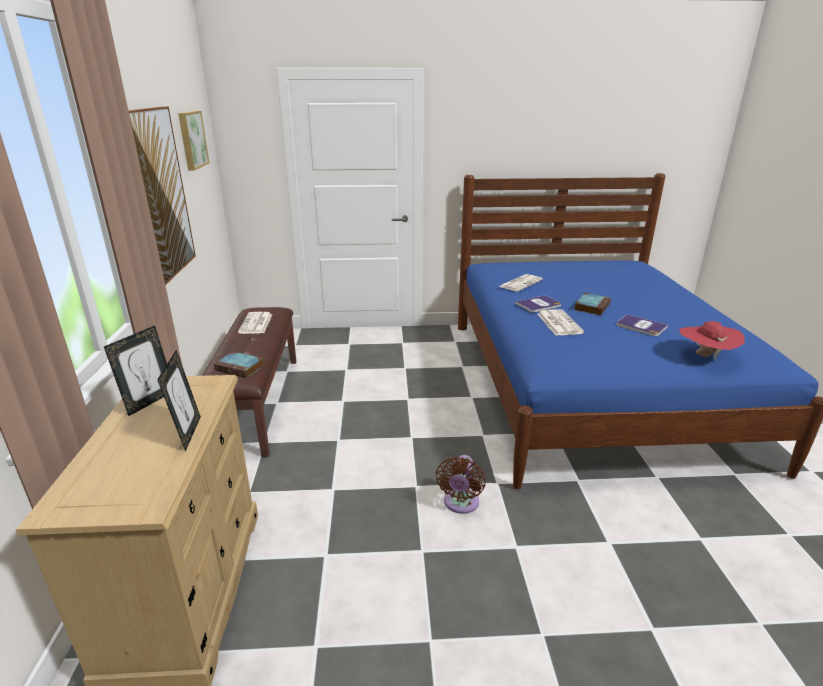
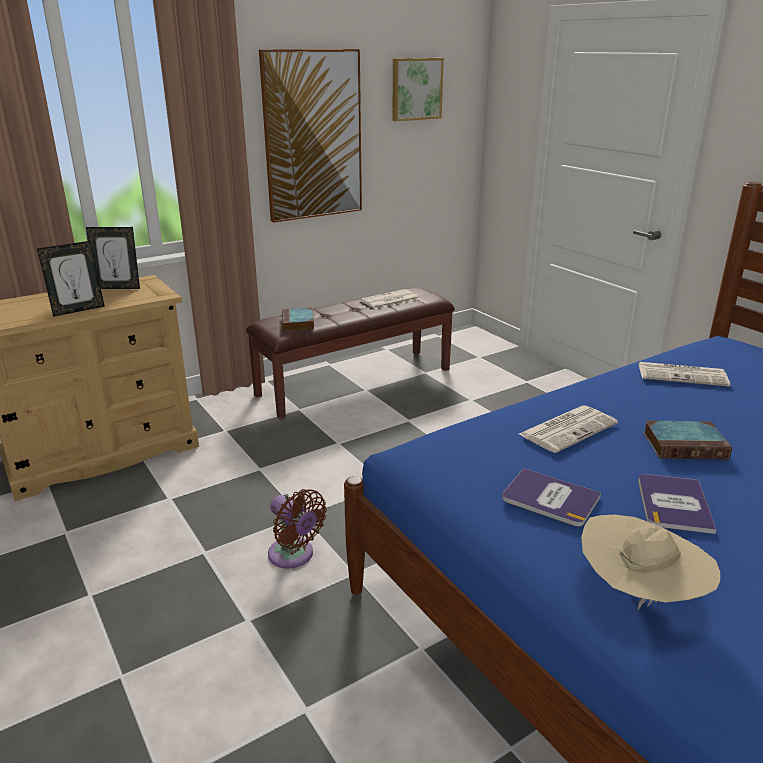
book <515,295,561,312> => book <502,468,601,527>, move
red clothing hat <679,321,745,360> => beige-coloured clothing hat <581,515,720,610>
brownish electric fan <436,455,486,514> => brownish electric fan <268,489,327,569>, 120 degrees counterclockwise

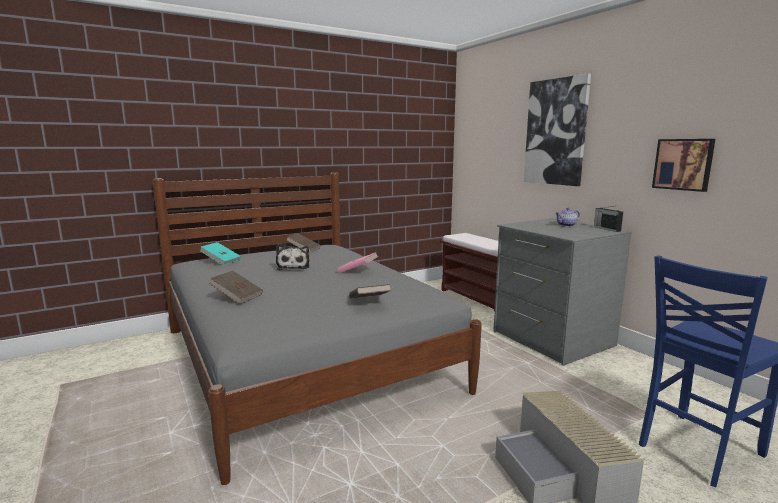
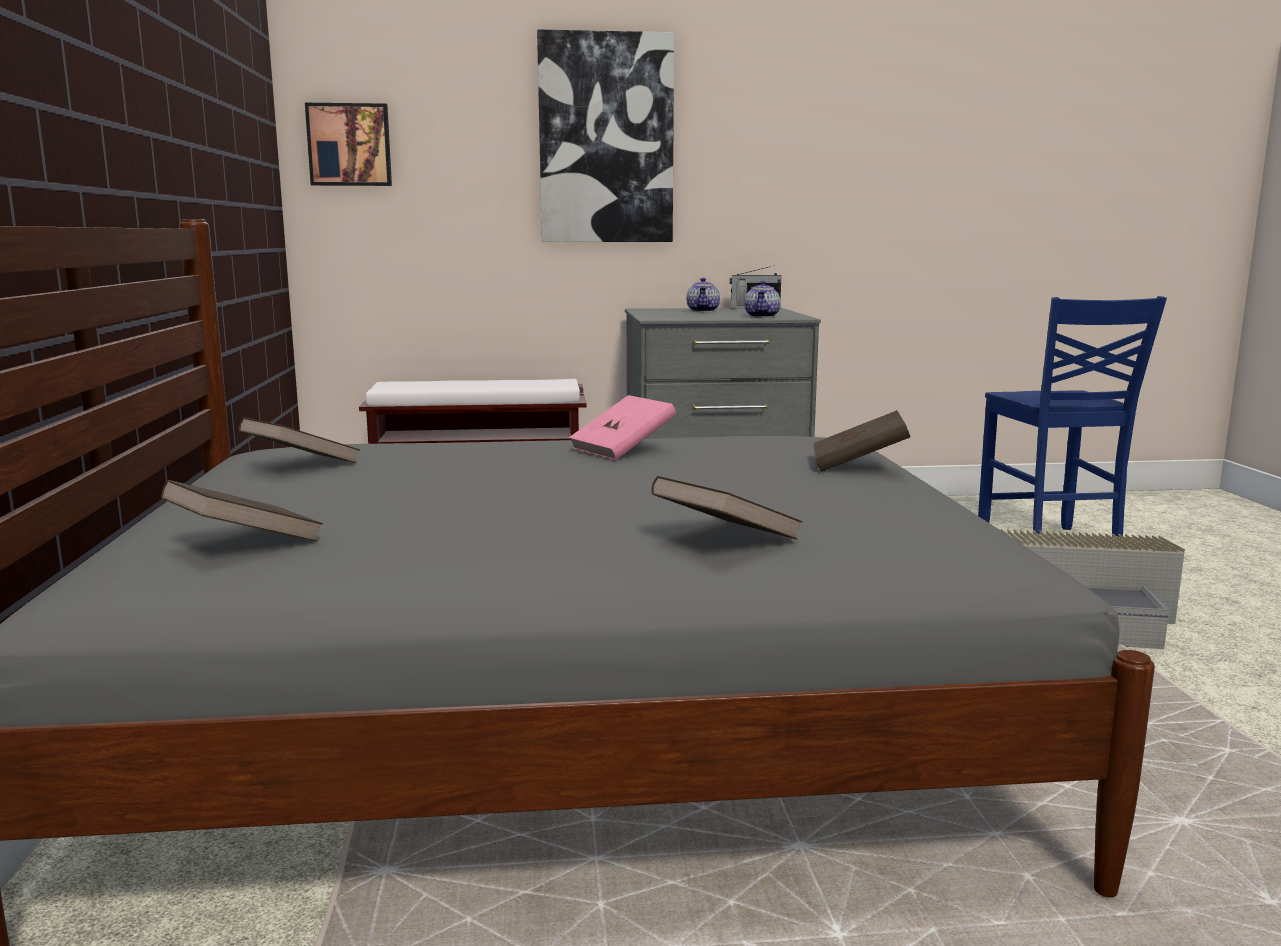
wall picture <652,139,715,192> => wall picture <305,103,392,186>, move
turquoise-coloured book <200,242,241,266> => brownish book <161,480,323,542>
plush toy <276,244,309,271> => nothing
nothing => teapot <744,281,780,318>

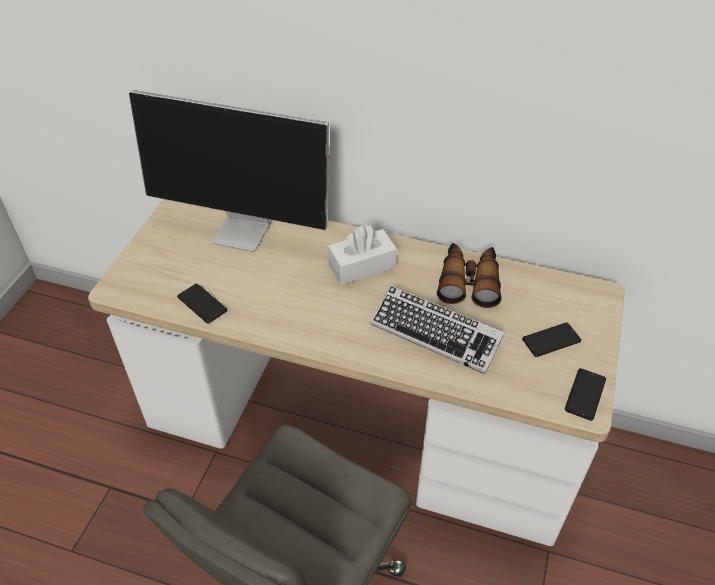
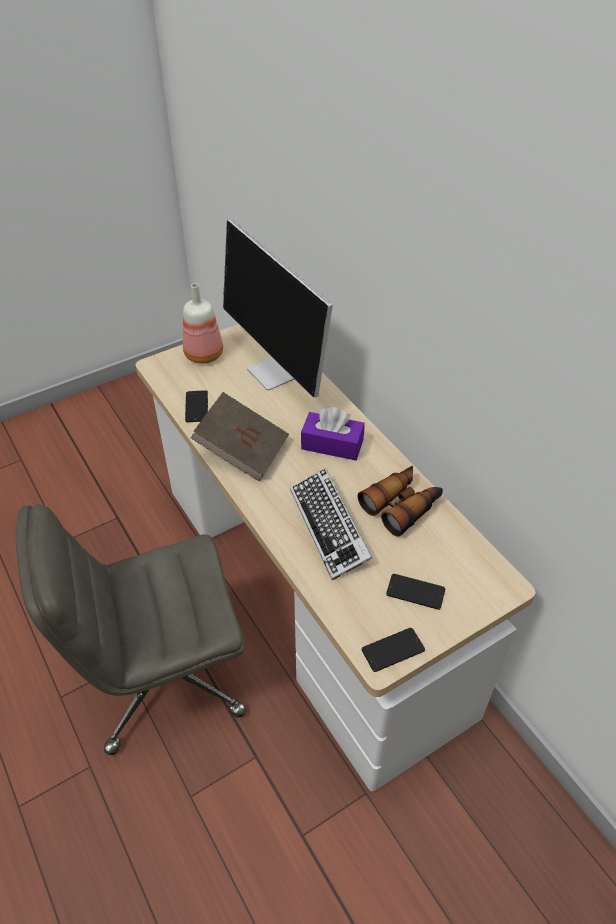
whitish tissue holder <328,225,397,285> => purple tissue holder <301,407,365,461>
nothing => bottle <183,283,223,364>
nothing => brownish book <191,392,289,482>

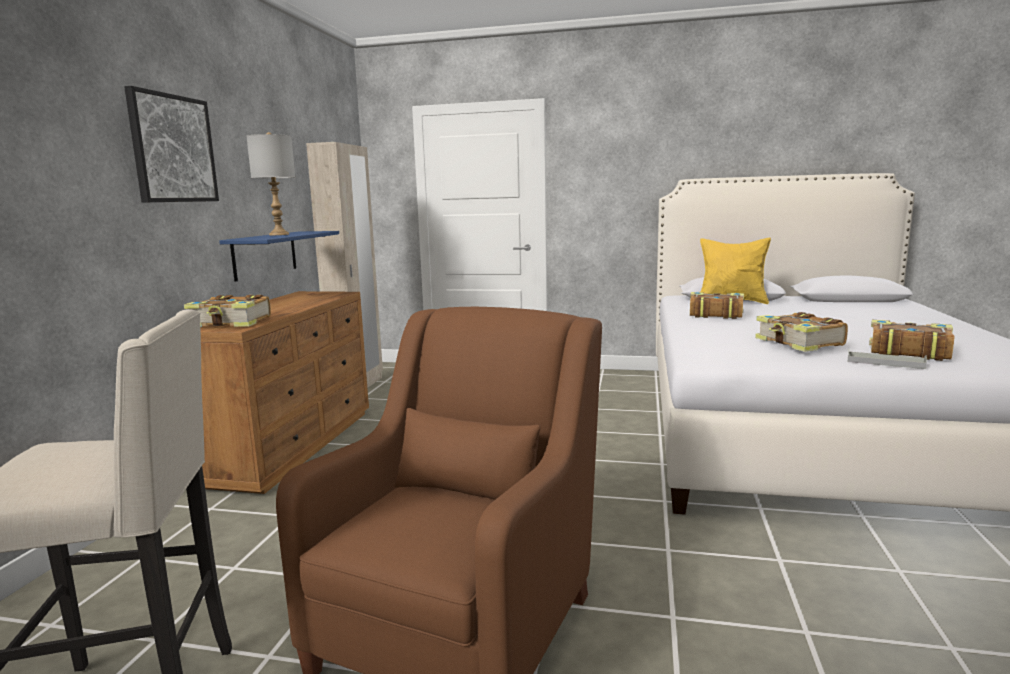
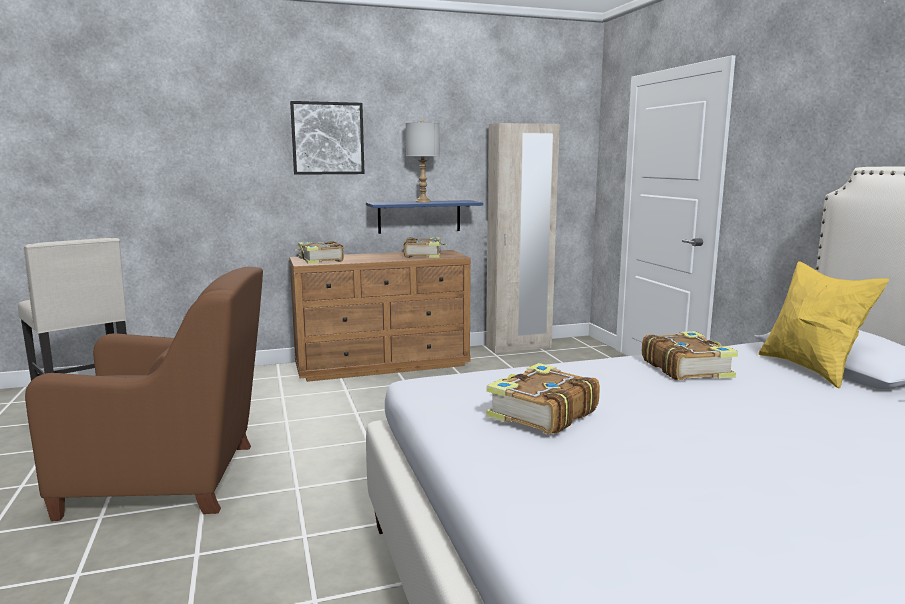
book <869,320,954,361> => book <403,237,448,258>, move
gray carrying tray <847,351,927,369> => nothing

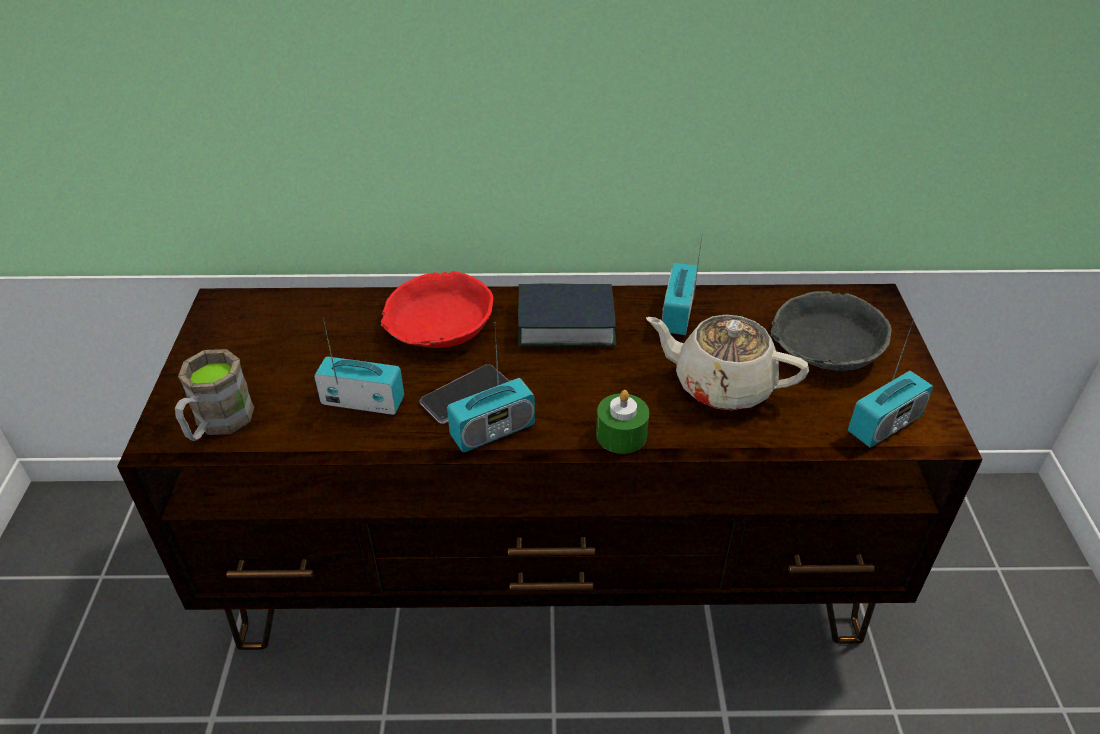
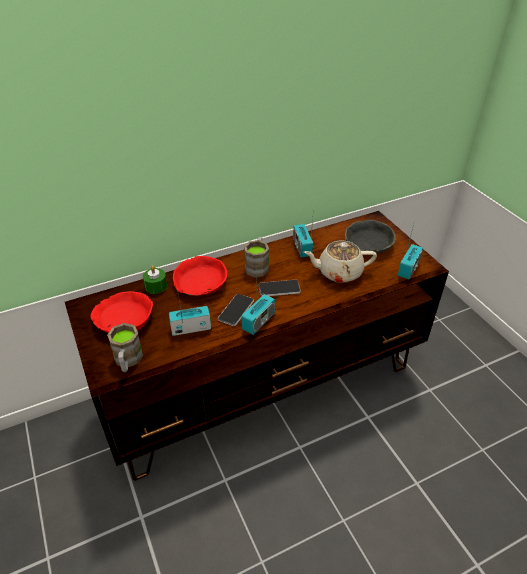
book <518,284,616,347> => brownish mug <244,237,269,278>
green-coloured candle <596,390,649,454> => green-coloured candle <143,266,167,294>, move
nothing => phone <259,280,301,296>
nothing => red serving bowl <90,291,153,333>

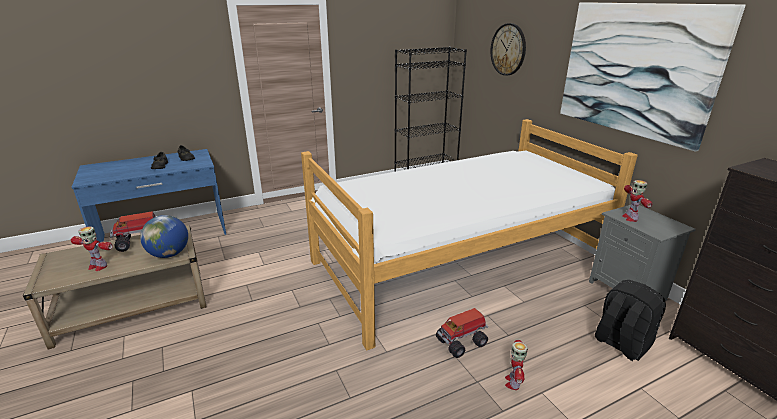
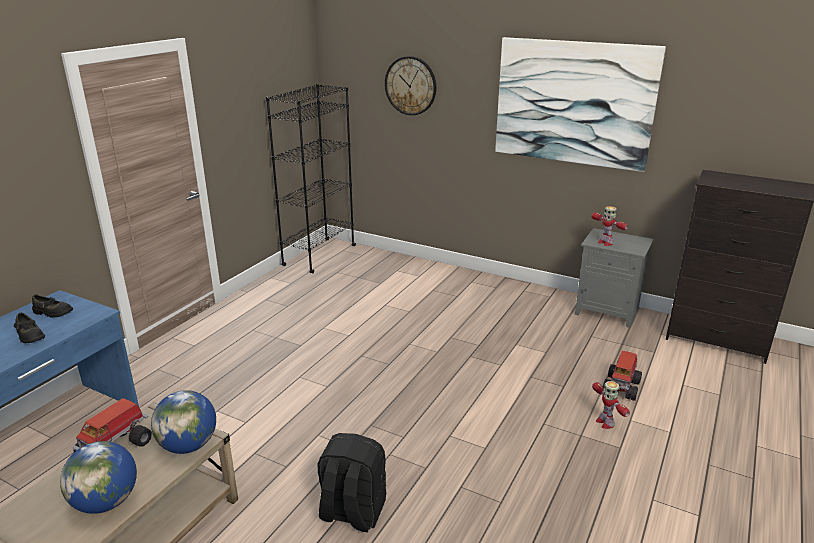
bed <301,119,638,350> => nothing
model robot <71,226,113,271> => globe <60,441,137,514>
black-coloured backpack <595,280,666,361> => black-coloured backpack <318,433,386,532>, move
toy truck <436,308,488,358> => toy truck <603,351,642,401>, move

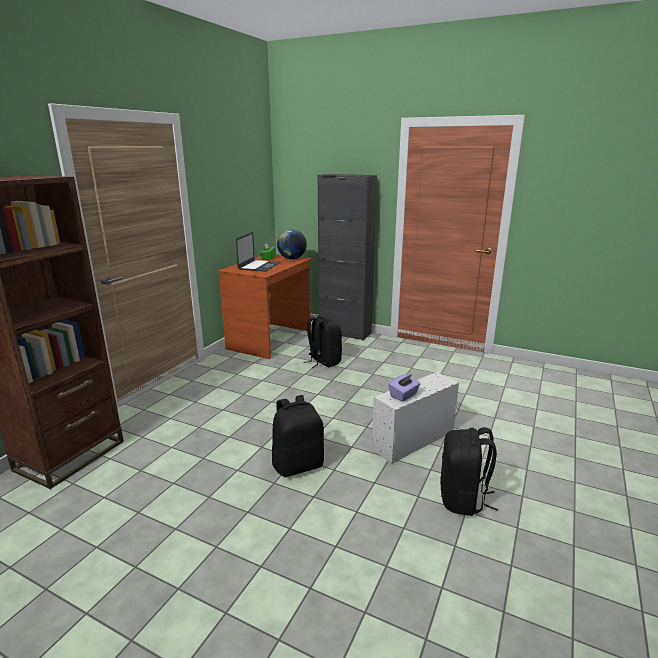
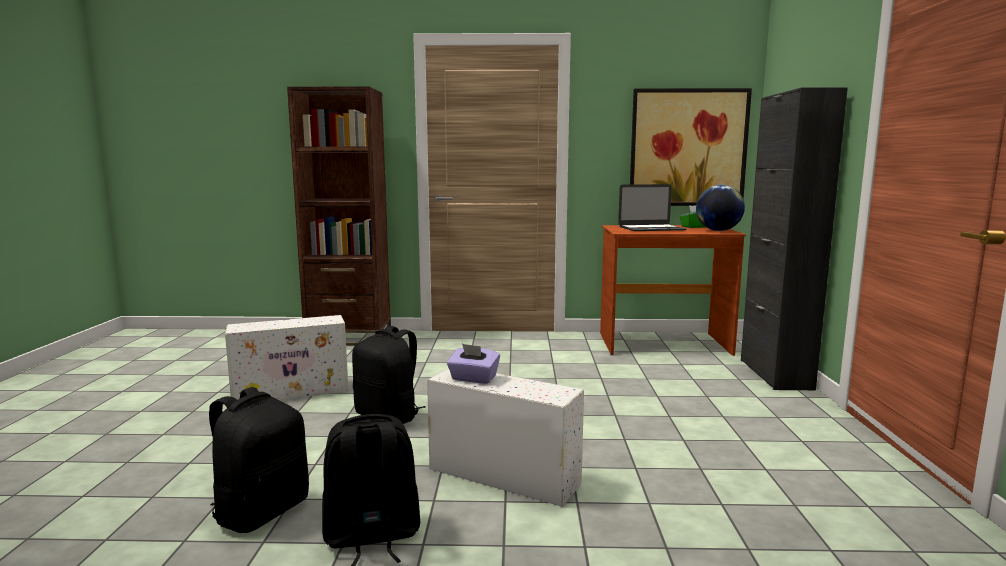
black-coloured backpack <303,316,342,368> => black-coloured backpack <209,387,309,533>, move
nothing => wall picture <630,88,752,206>
nothing => whitish storage box <225,315,348,400>

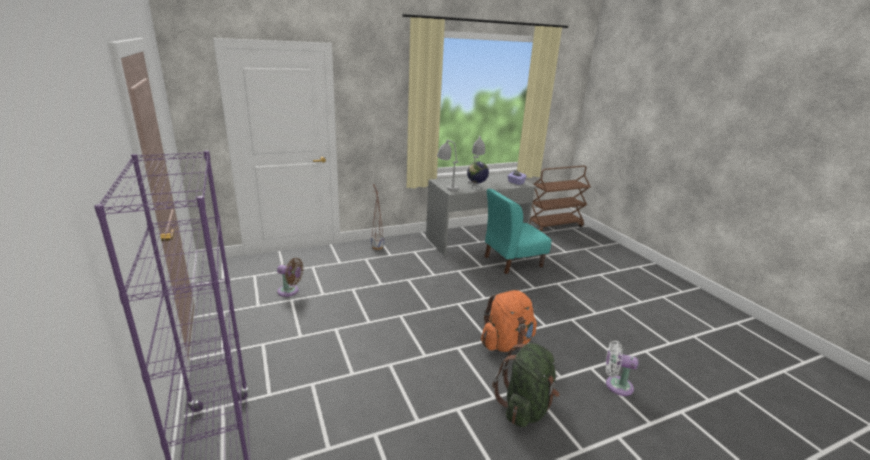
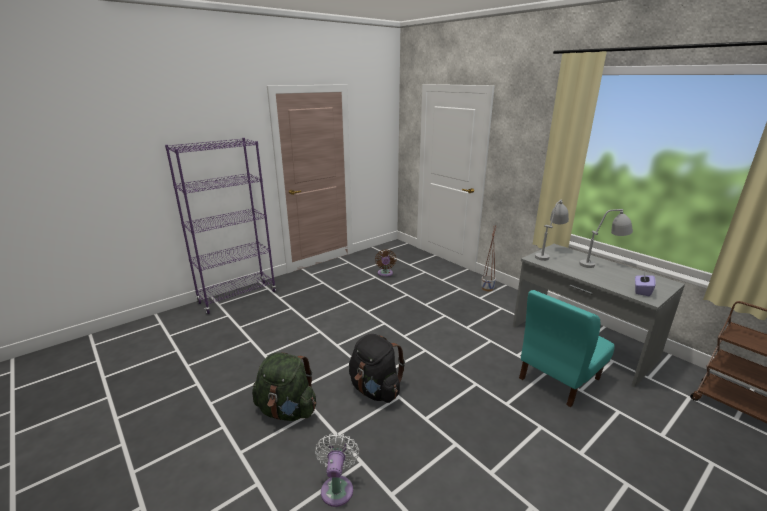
globe <467,161,489,190> => nothing
turquoise-coloured upright chair <484,189,551,274> => turquoise-coloured upright chair <519,290,615,407>, 90 degrees counterclockwise
orange-coloured backpack <481,290,537,352> => black-coloured backpack <349,334,405,403>

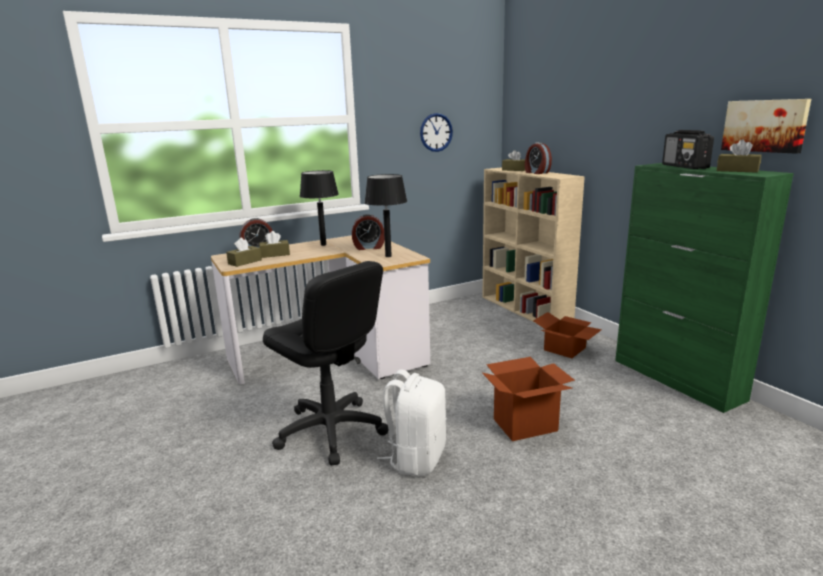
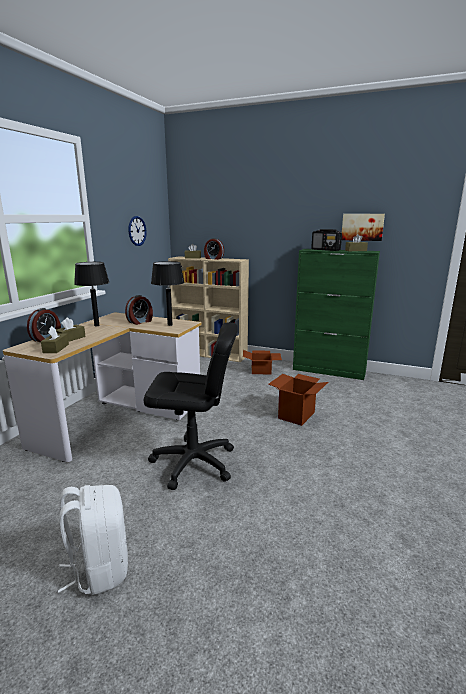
whitish backpack <377,370,446,476> => whitish backpack <58,485,128,595>, move

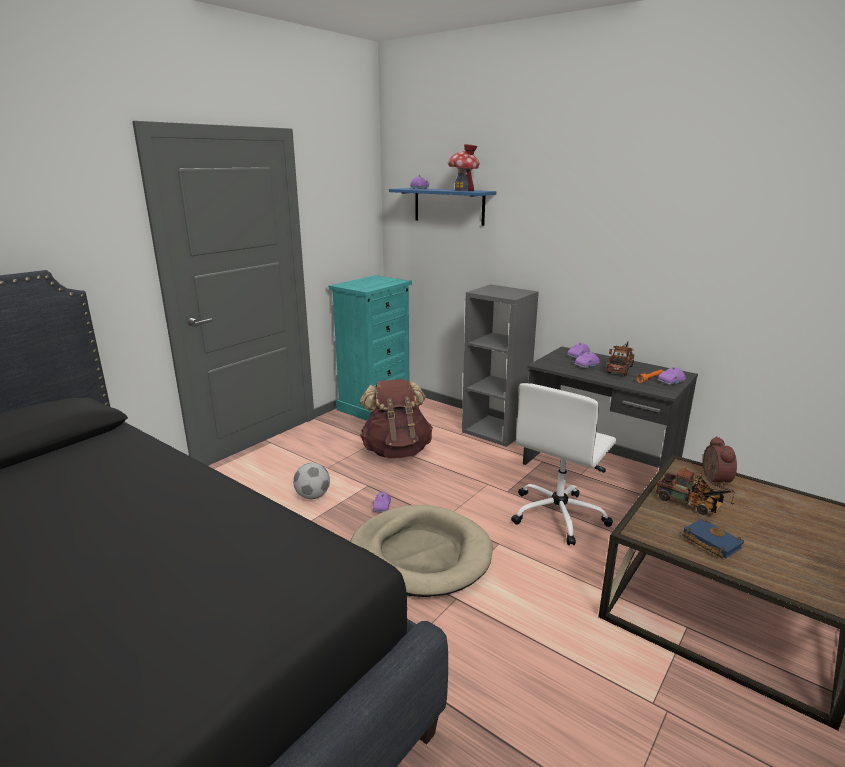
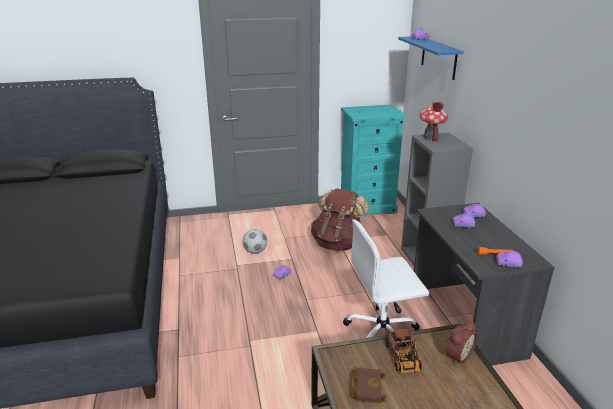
model house <448,144,479,191> => model house <419,102,448,141>, move
toy truck <606,341,634,376> => nothing
beige-coloured dog bed <350,505,493,597> => nothing
blue-coloured book <682,519,744,558> => brownish book <350,368,386,403>

